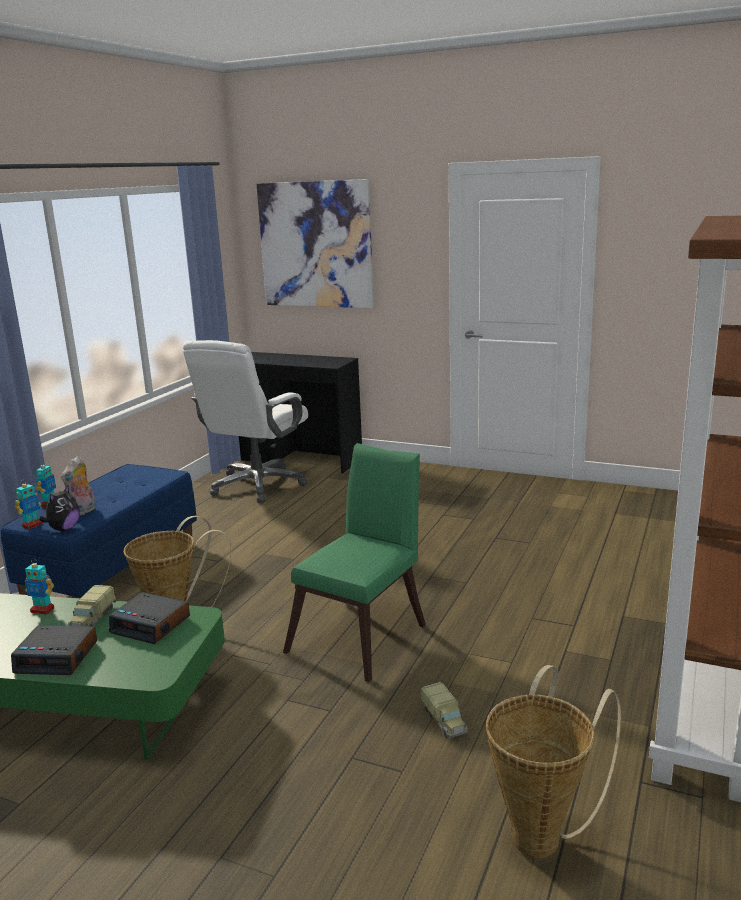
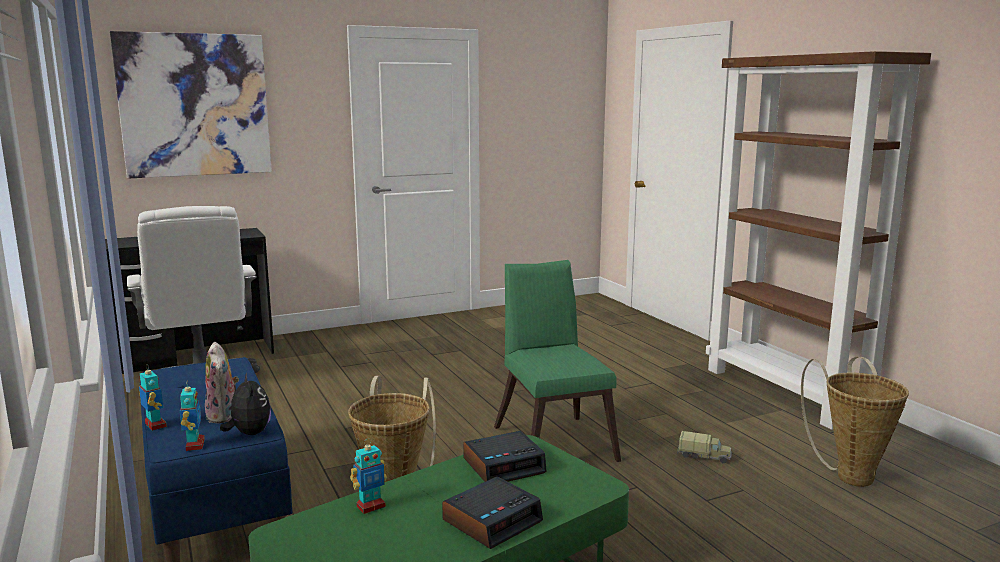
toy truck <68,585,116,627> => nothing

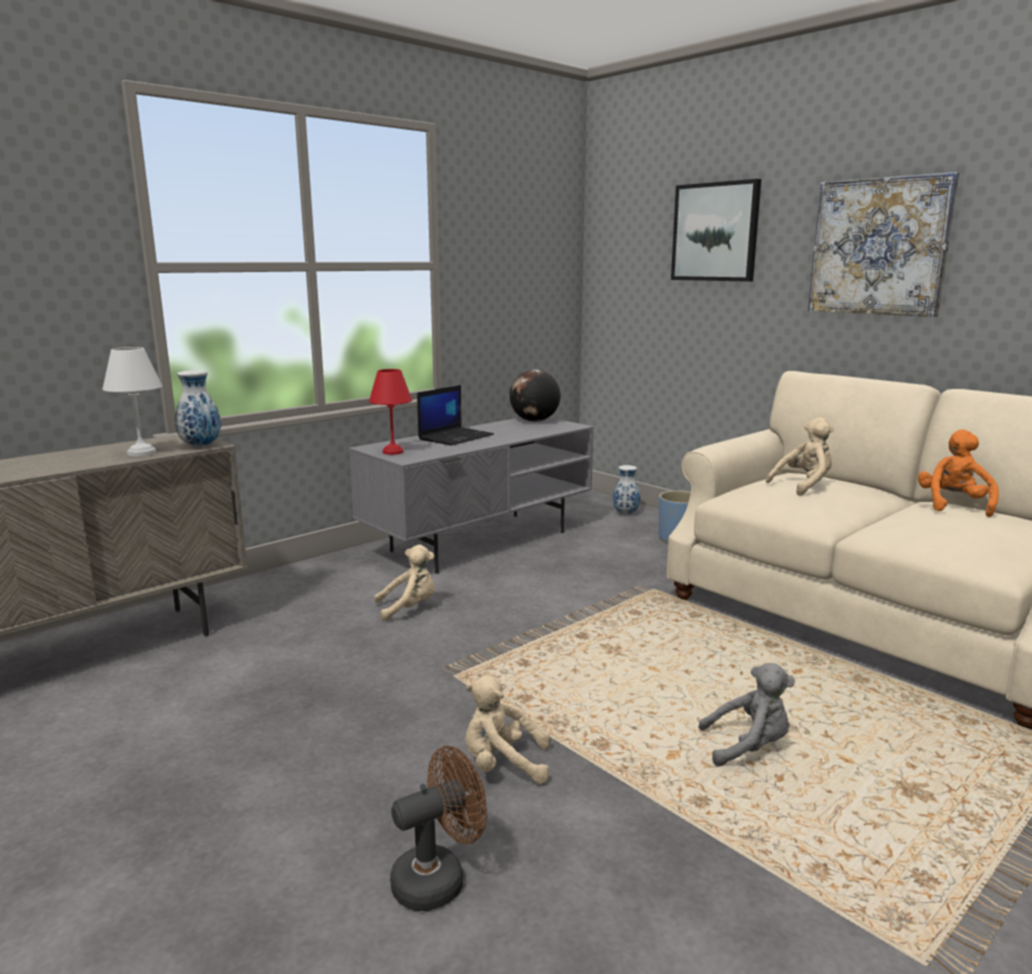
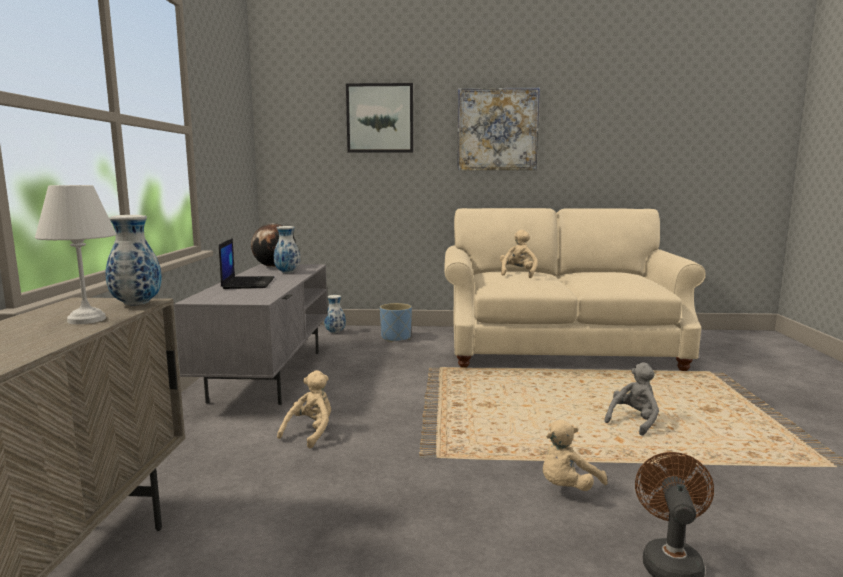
red tabletop lamp <369,369,412,455> => nothing
orange-coloured plush toy <918,429,999,517> => nothing
nothing => flower vase <274,226,300,273>

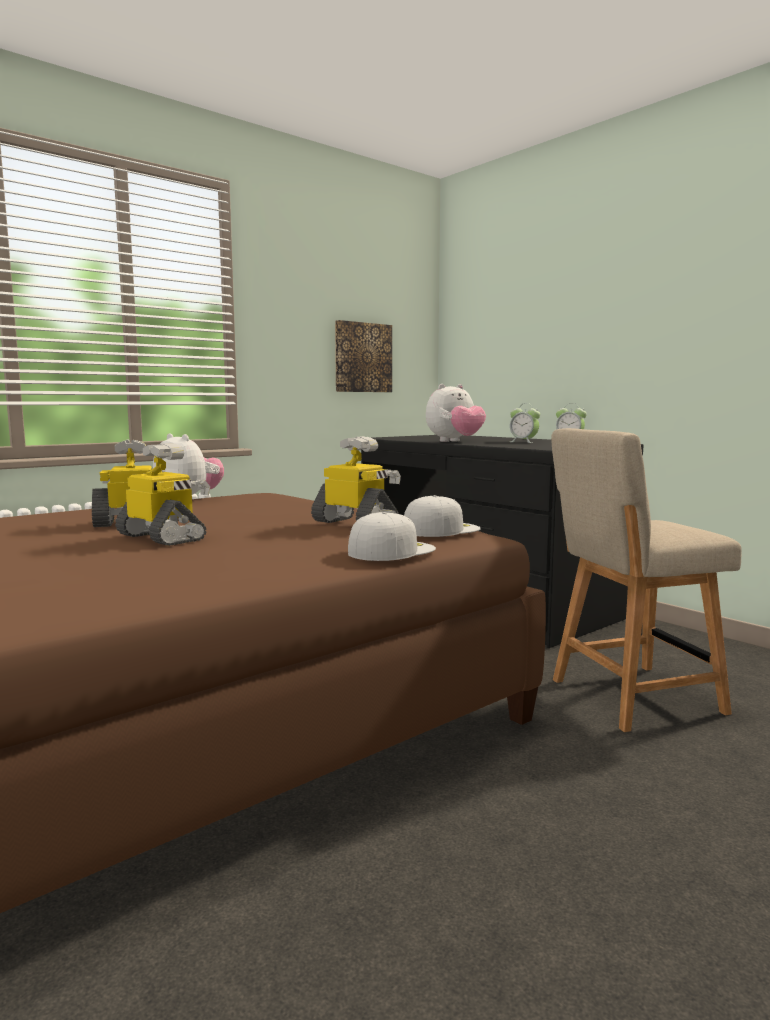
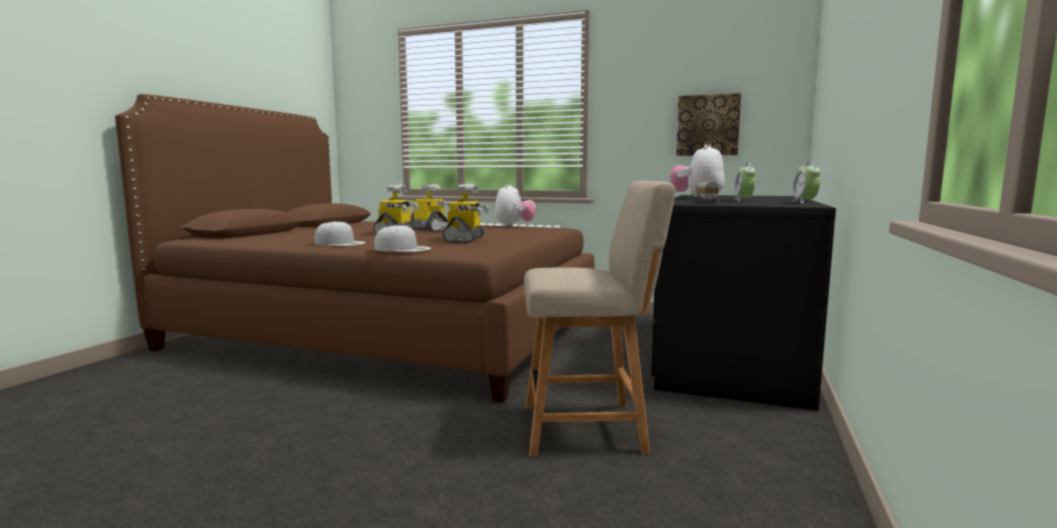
plush toy <426,384,486,442> => plush toy <670,144,725,198>, 90 degrees clockwise
beige-coloured upright chair <551,428,742,732> => beige-coloured upright chair <524,181,675,456>, 135 degrees clockwise
whitish baseball cap <404,495,481,537> => whitish baseball cap <315,221,366,246>, move
nothing => toy truck <691,182,719,202>

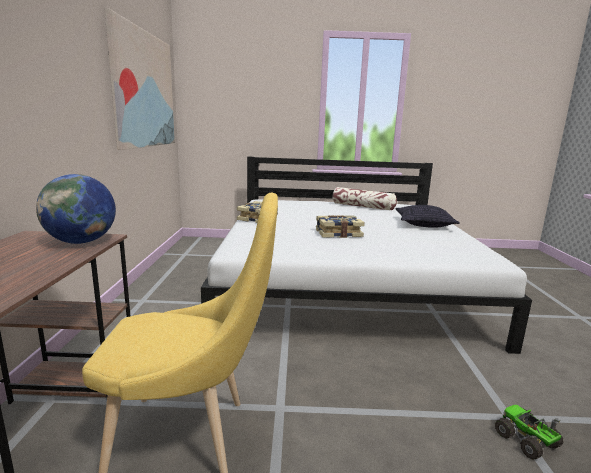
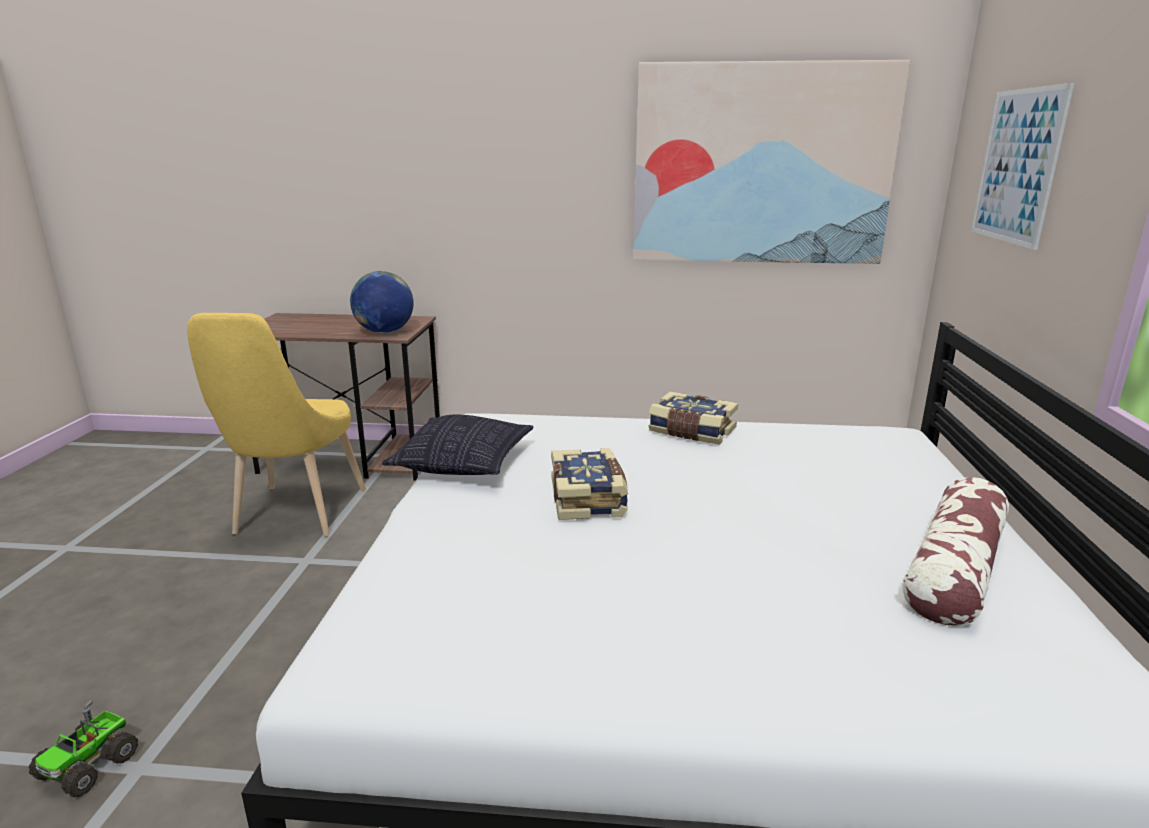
pillow <395,205,459,228> => pillow <382,415,533,475>, move
toy truck <495,405,564,460> => toy truck <28,700,138,798>, 135 degrees clockwise
nothing => wall picture <971,83,1074,250>

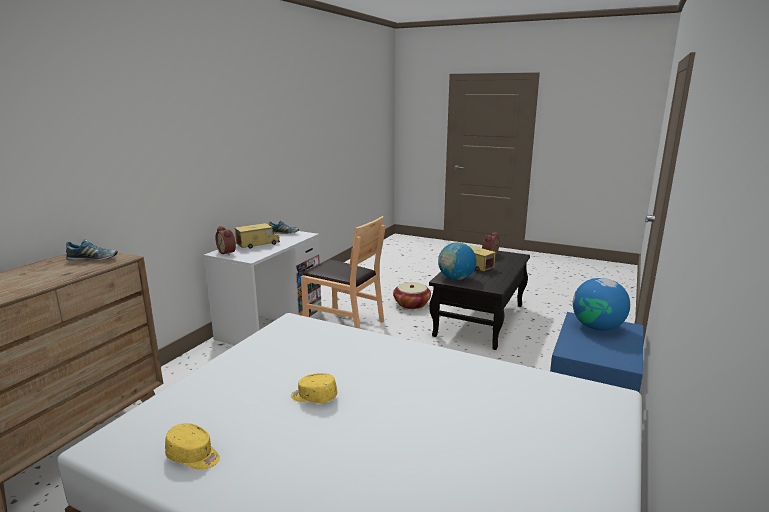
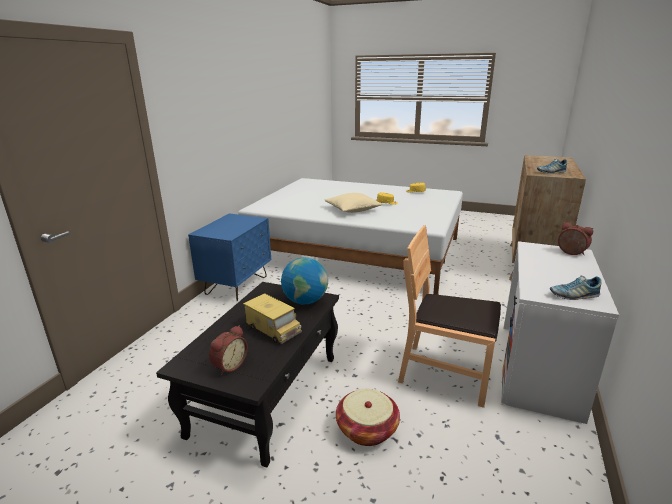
toy truck <234,223,280,249> => nothing
globe <573,278,630,331> => nothing
nothing => beige-coloured pillow <324,193,382,213>

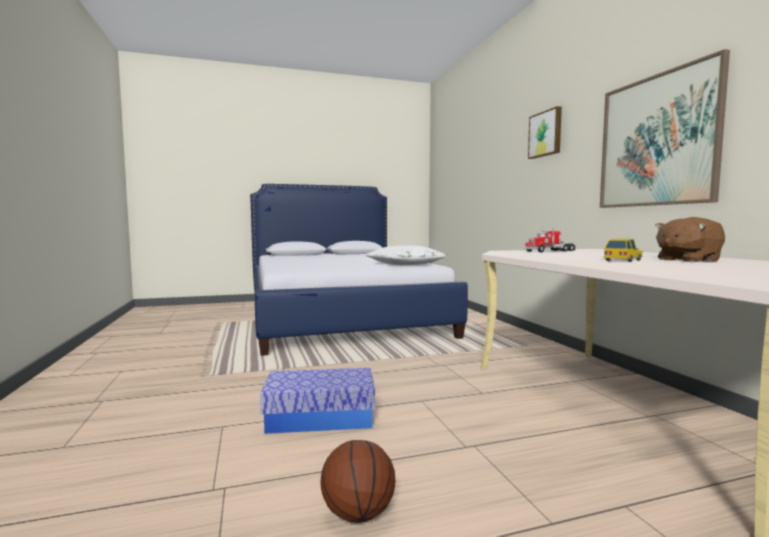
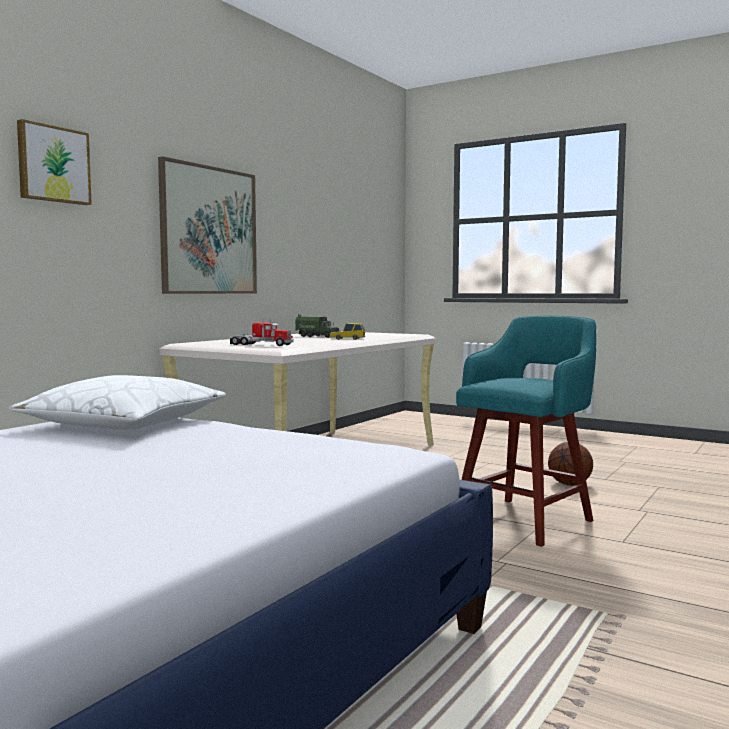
brownish plush toy <655,217,725,262> => toy truck <295,314,340,338>
storage box <260,368,375,434> => turquoise-coloured sitting stool <456,316,596,547>

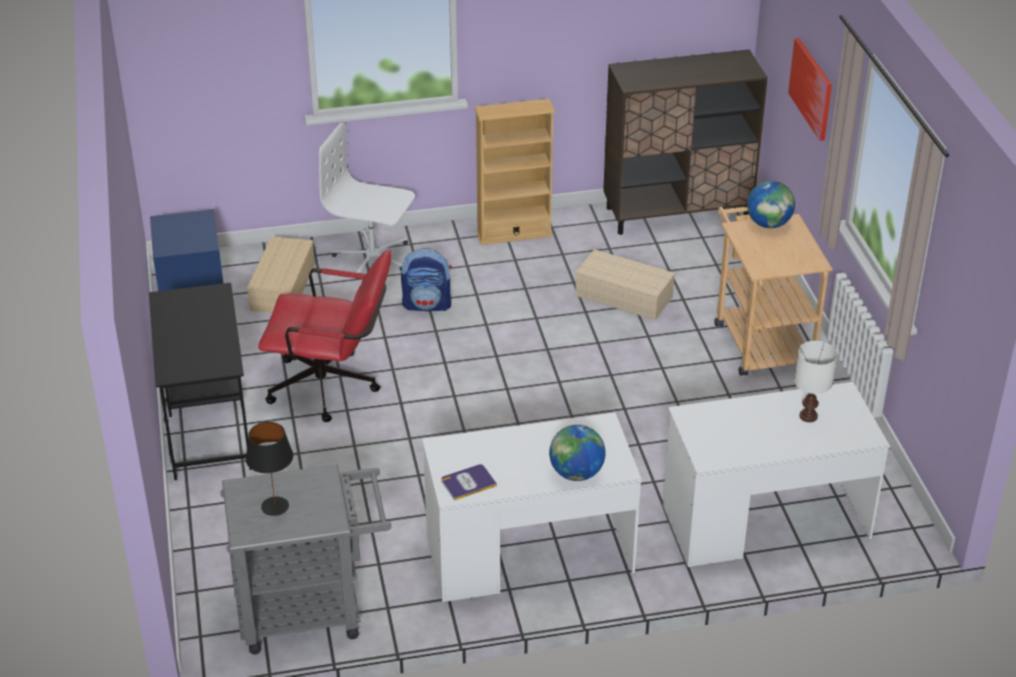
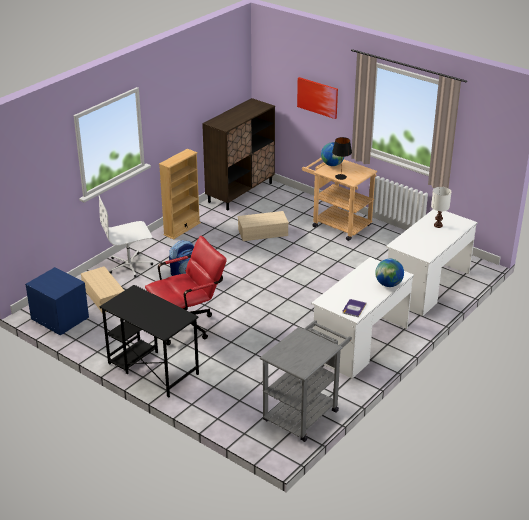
black-coloured tabletop lamp <245,422,293,516> => black-coloured tabletop lamp <332,137,352,180>, move

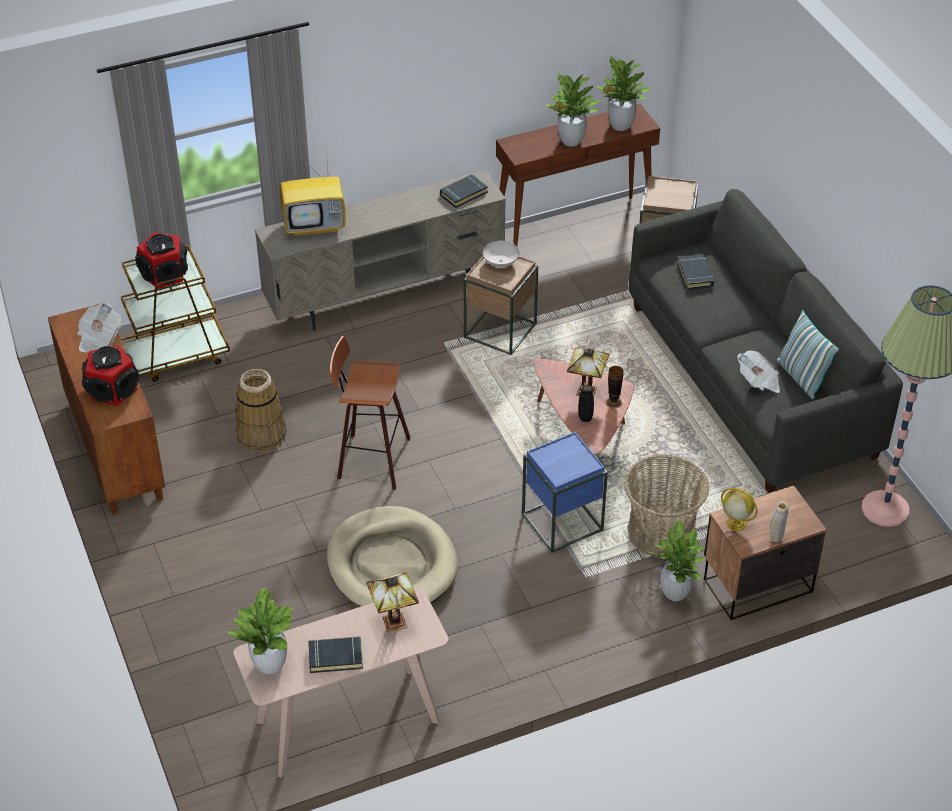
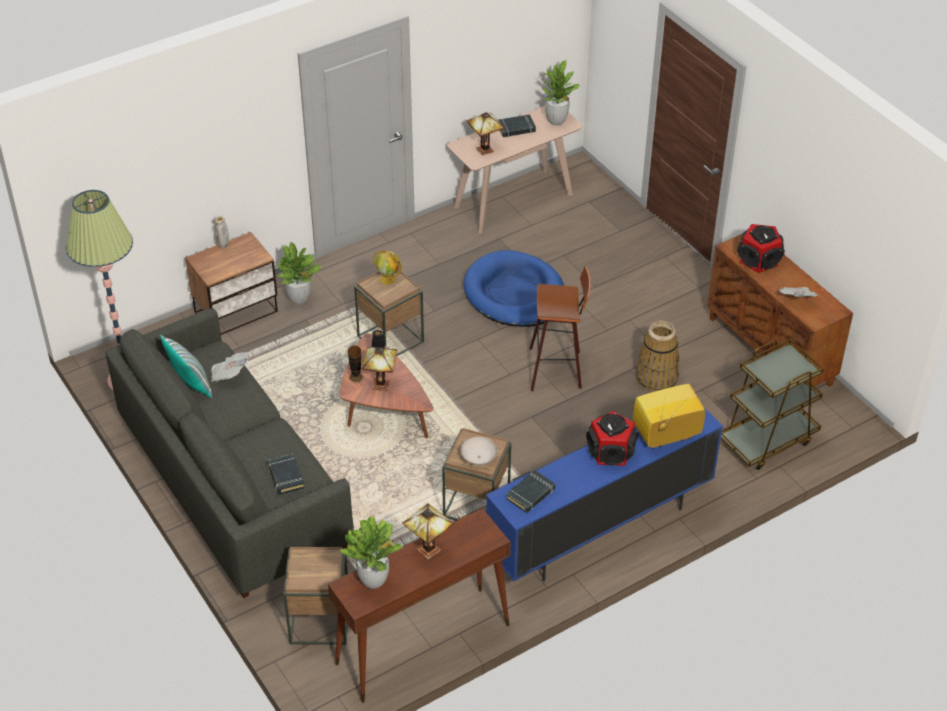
potted plant <546,73,600,147> => tabletop lamp <402,503,454,560>
beige-coloured tv unit <255,170,506,331> => blue-coloured tv unit <486,408,723,581>
speaker <135,232,188,289> => speaker <586,411,638,466>, move
blue-coloured side table <522,432,608,553> => brownish side table <354,269,424,356>
storage basket <624,454,709,558> => nothing
globe <721,488,757,531> => globe <373,251,402,285>, move
beige-coloured dog bed <327,506,458,607> => blue-coloured dog bed <464,250,564,327>

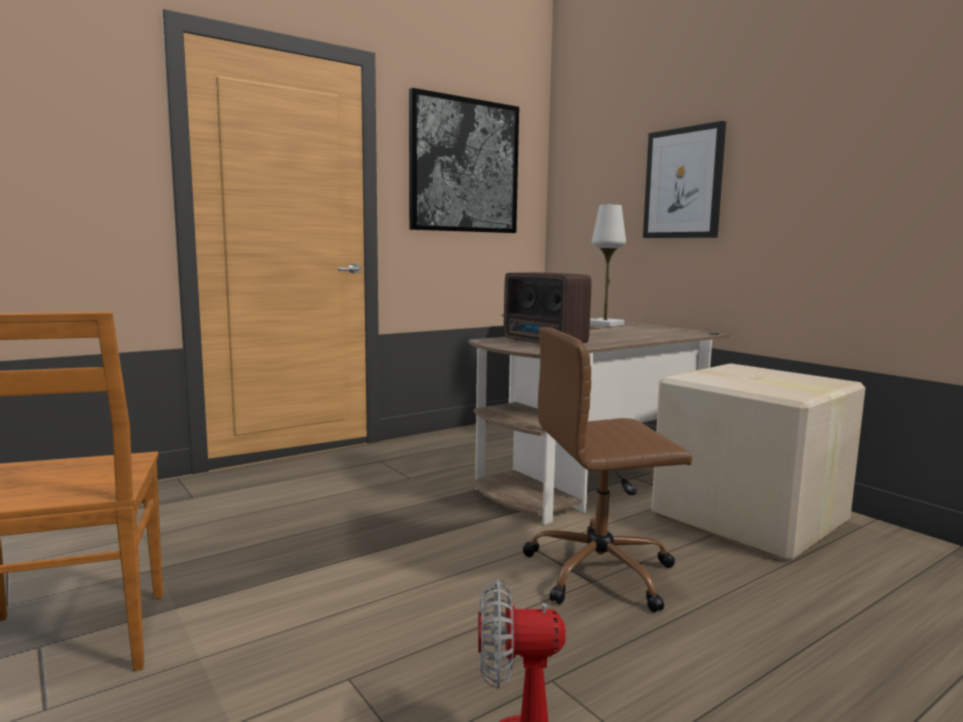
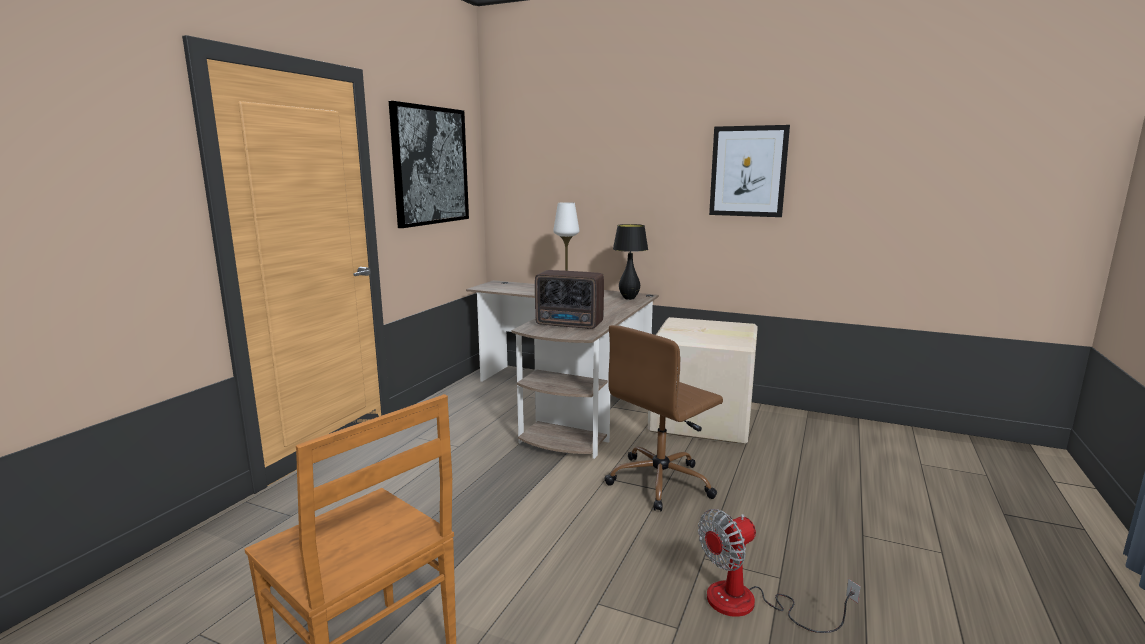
wall picture <643,121,726,238> => wall picture <709,125,790,217>, move
nothing => black-coloured tabletop lamp <613,224,648,300>

